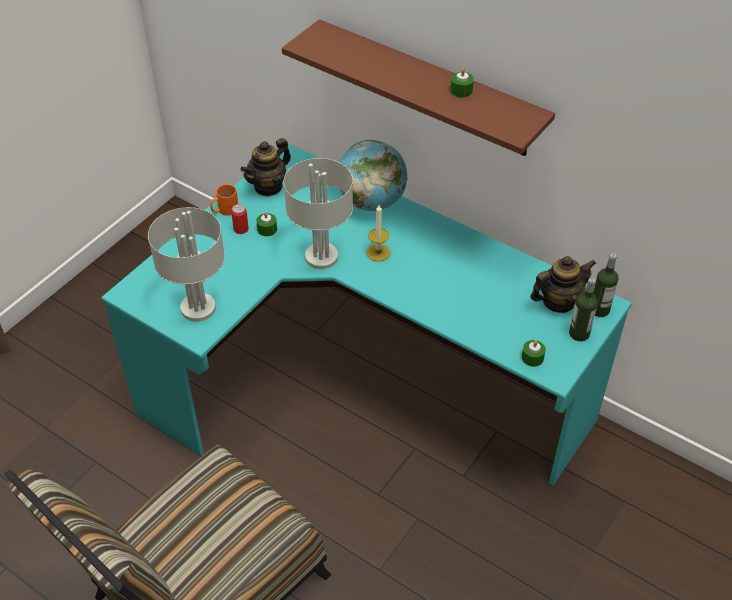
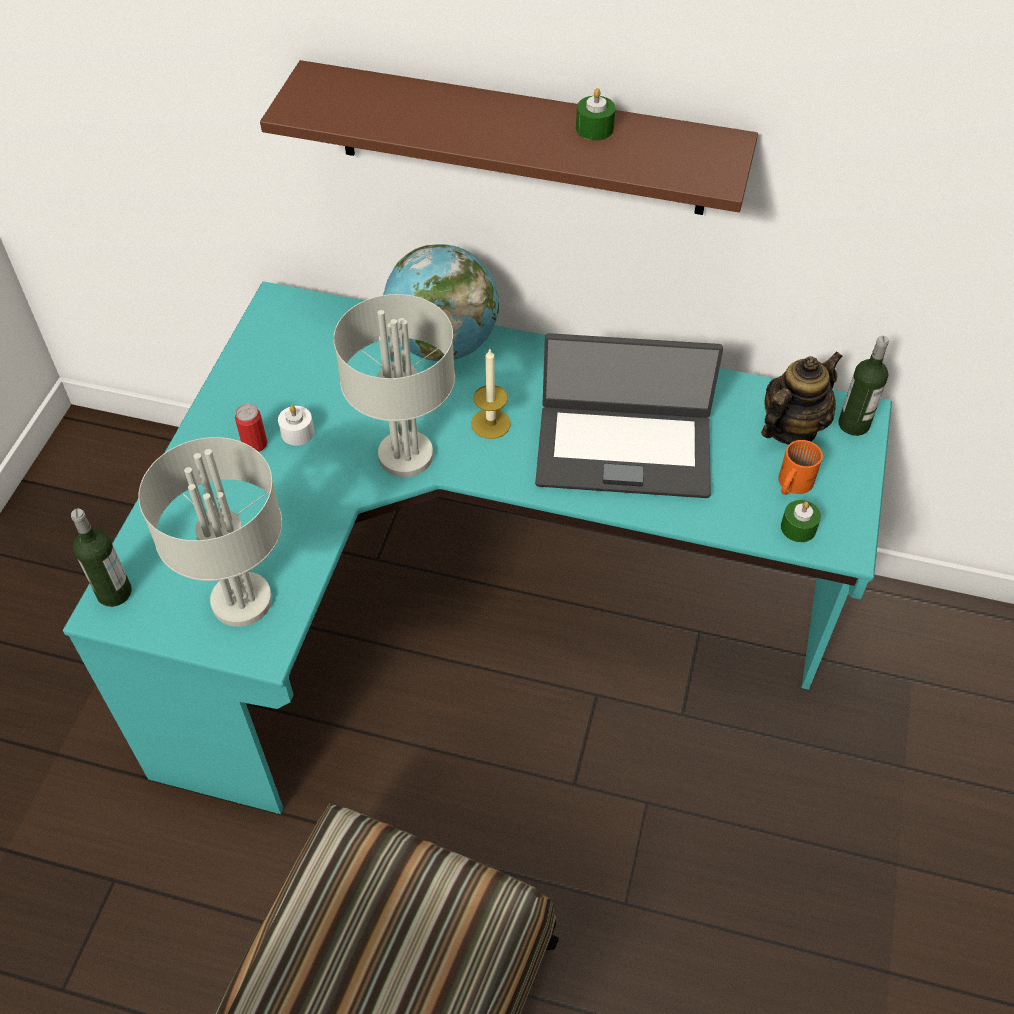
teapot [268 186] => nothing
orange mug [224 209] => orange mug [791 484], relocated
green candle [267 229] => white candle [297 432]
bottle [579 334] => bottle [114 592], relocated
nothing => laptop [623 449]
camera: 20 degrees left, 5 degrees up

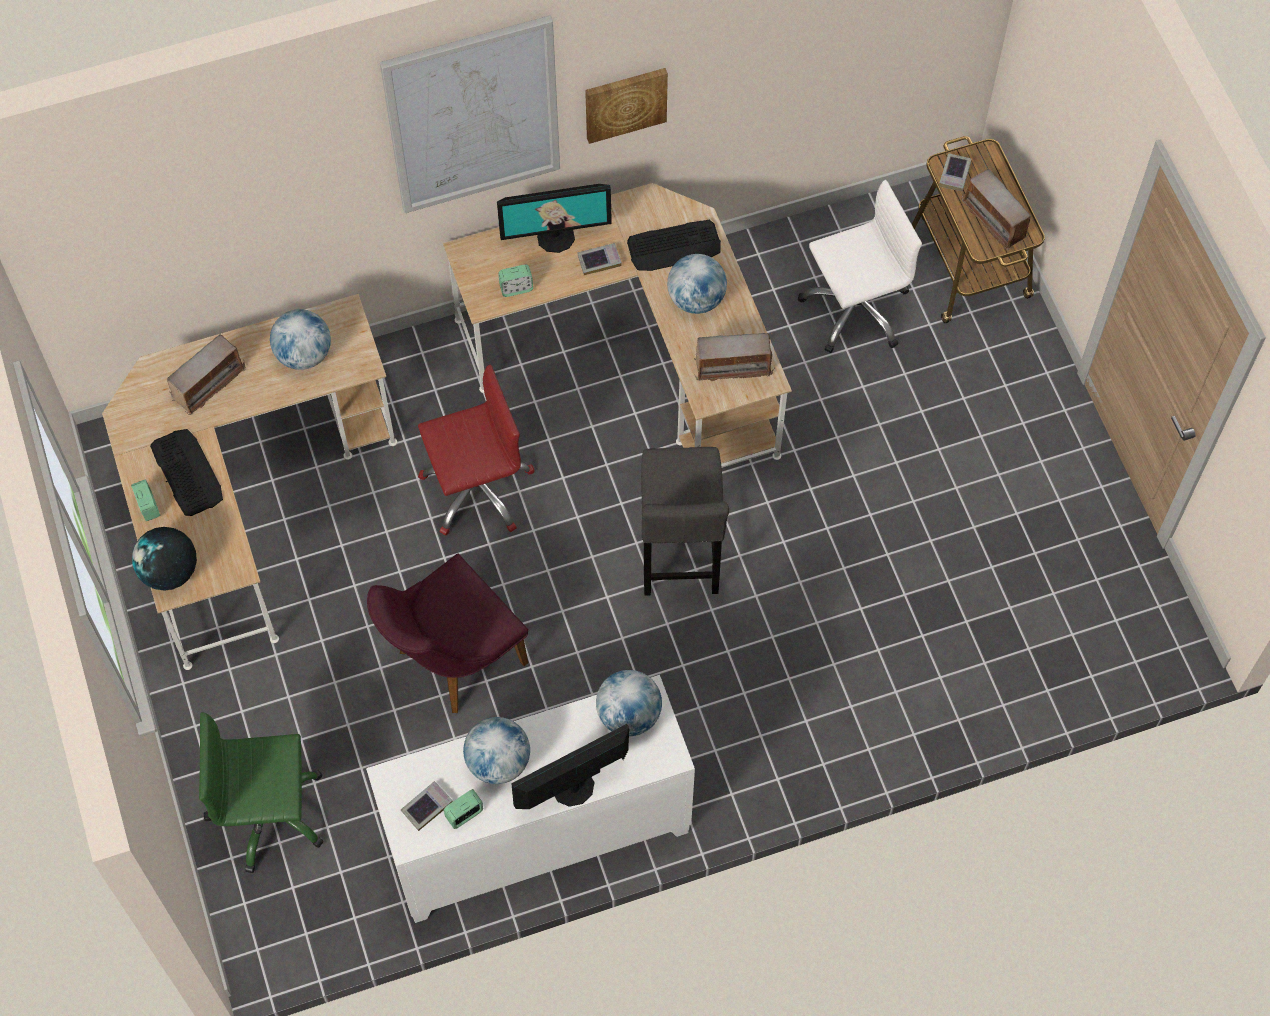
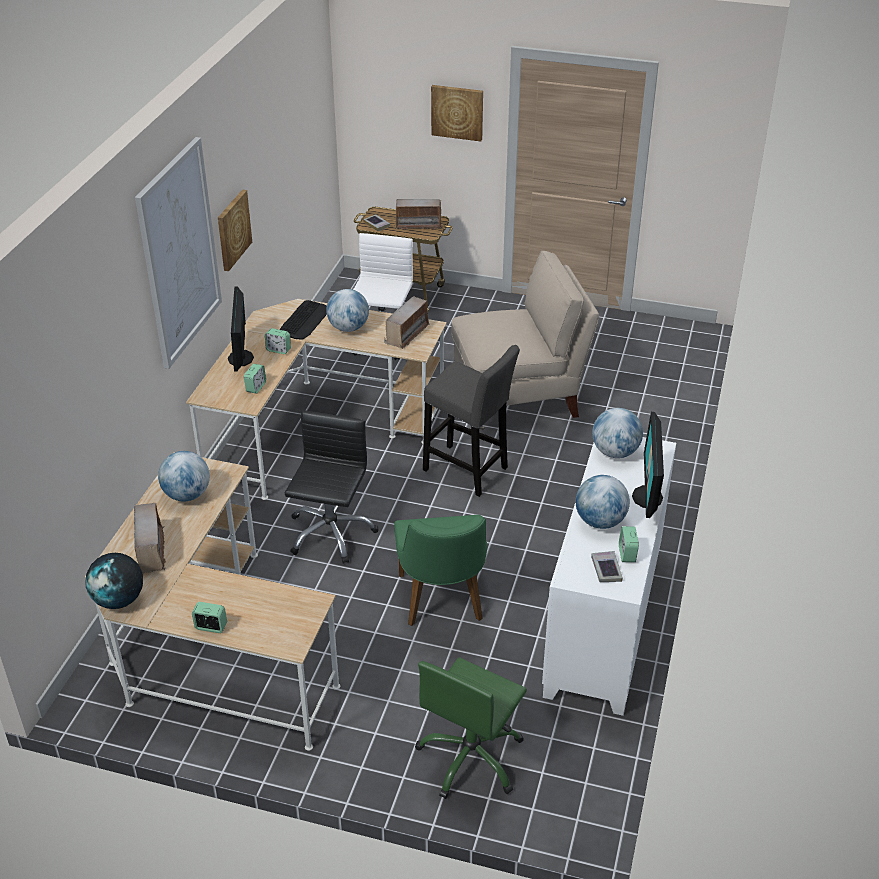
monitor [556 237] => monitor [241 358], 150 degrees clockwise
book [599 261] => alarm clock [278 350]
red office chair [477 488] => black office chair [330 533]
keyboard [187 472] => nothing
globe [170 572] => globe [119 600], relocated
purple chair [451 662] => green chair [442 603]
nothing => picture [457 112]
nothing => beige chair [518 398]
camera: 55 degrees left, 25 degrees down

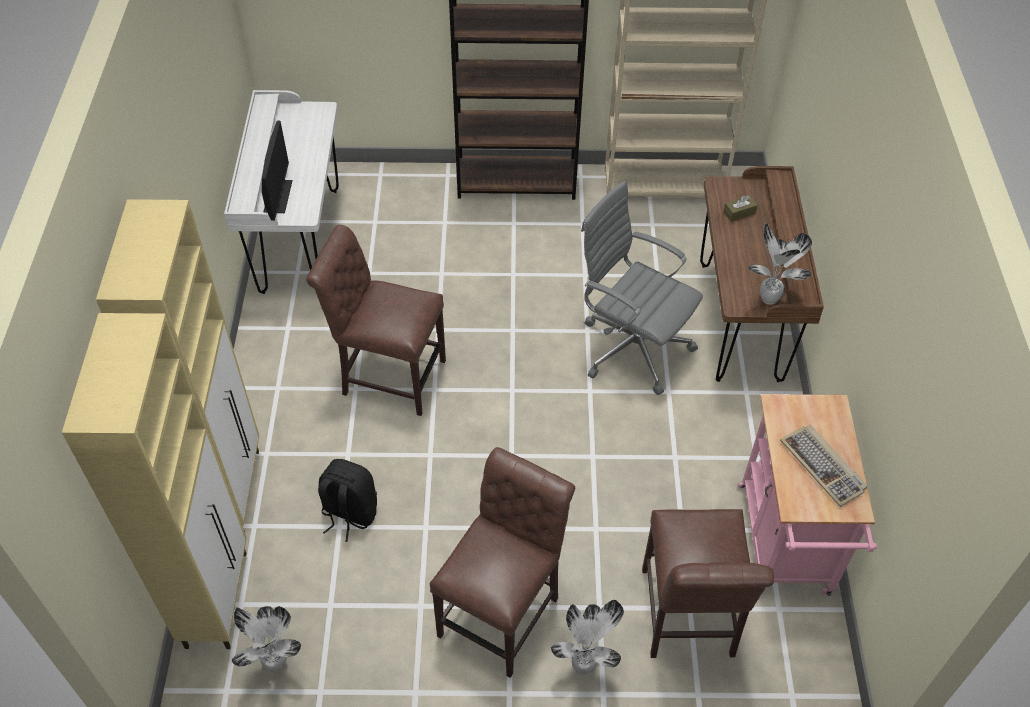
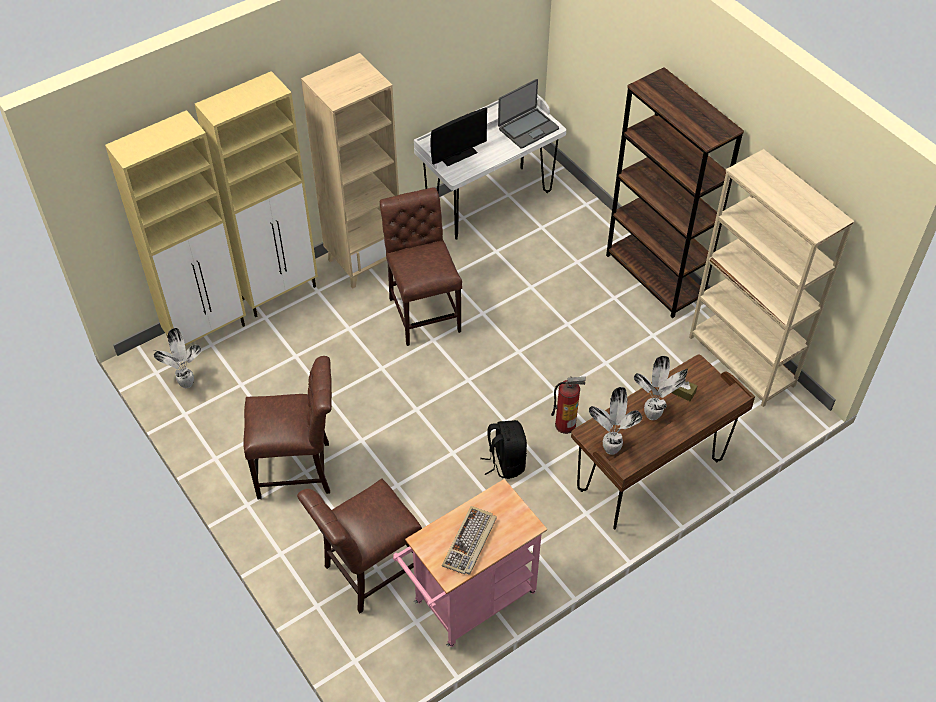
grey office chair [632 346] => fire extinguisher [565 424]
black backpack [349 513] => black backpack [505 462], relocated
potted plant [585 665] => potted plant [654 415], relocated
nothing => beige bookcase [364 261]
nothing => laptop [528 128]
camera: 55 degrees right, 0 degrees up

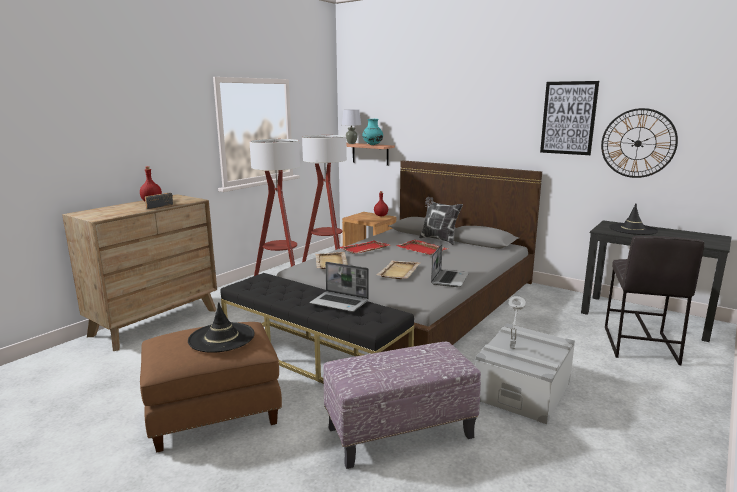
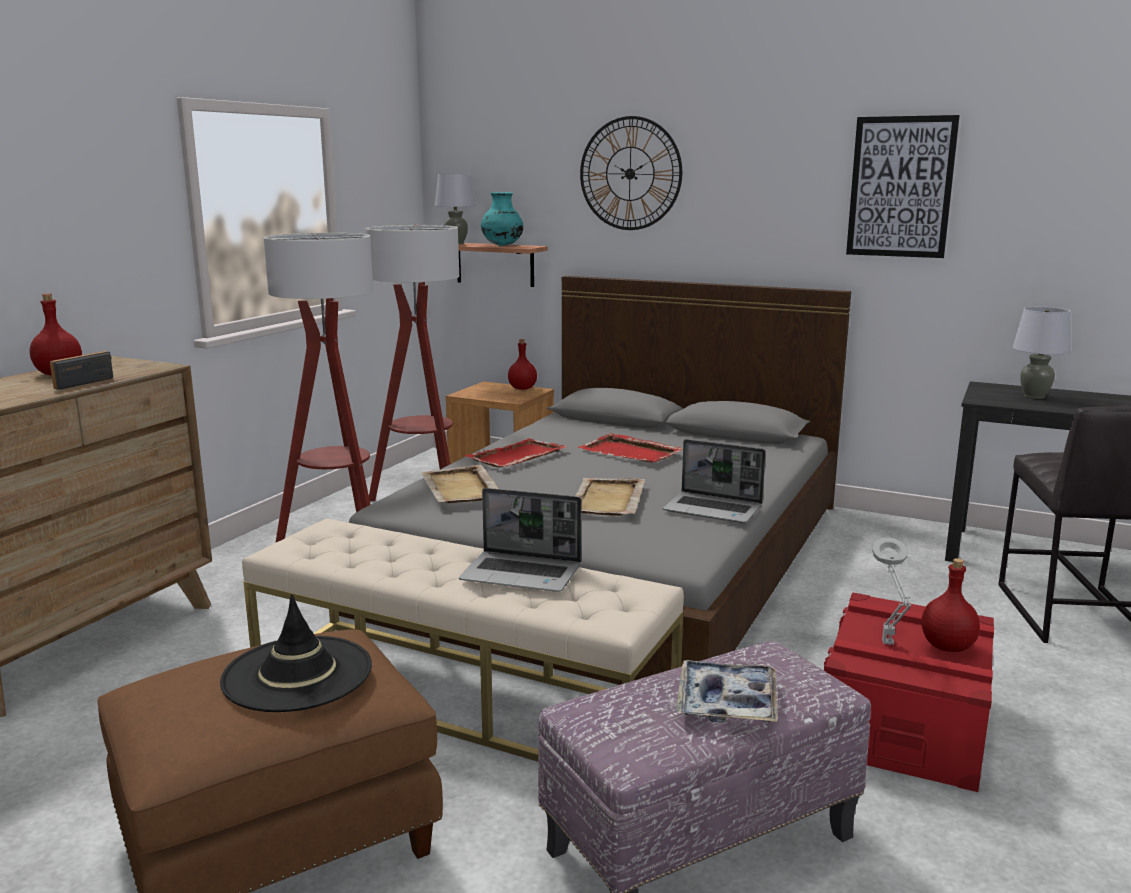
wall clock [638 143] => wall clock [630 174], relocated
pillow [438 239] => nothing
black hat [632 229] => grey table lamp [1034 396]
laptop [449 279] => laptop [714 509], 105 degrees clockwise
black bench [313 358] => beige bench [460 694]
grey storage box [523 390] => red storage box [904 724]
nothing => red bottle [947 647]
nothing => tray [726 702]
camera: 10 degrees left, 0 degrees up

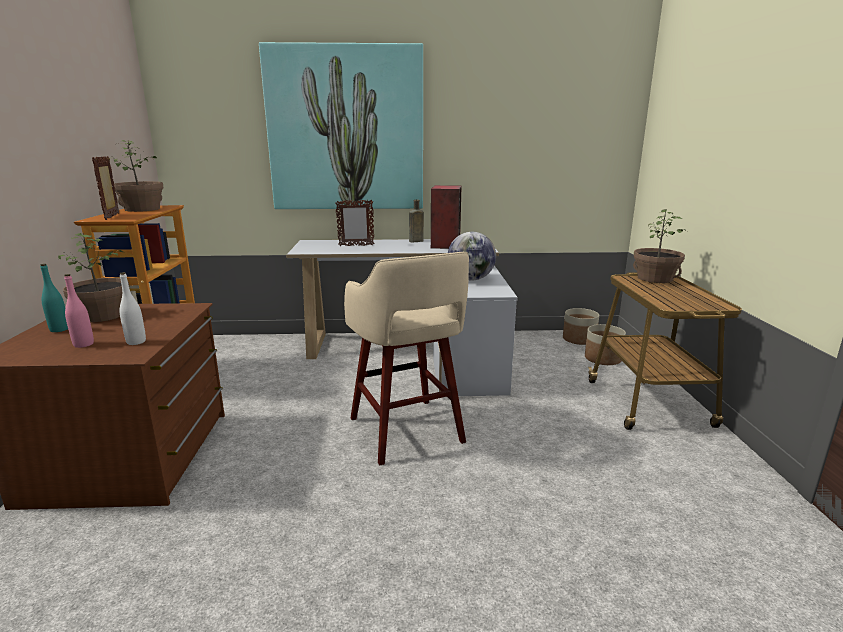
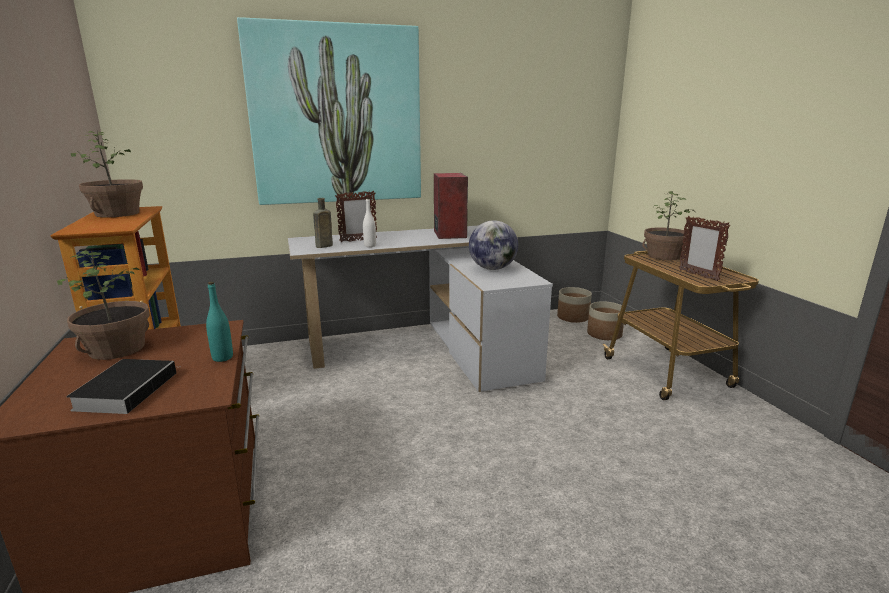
picture frame [113 216] => picture frame [698 275], relocated
brown bottle [415 241] => brown bottle [323 246], relocated
beige stool [407 432] => nothing
turquoise bottle [59 329] => turquoise bottle [222 357], relocated
white bottle [136 342] => white bottle [370 246], relocated
pink bottle [83 344] => book [127 389]
camera: 15 degrees left, 0 degrees up

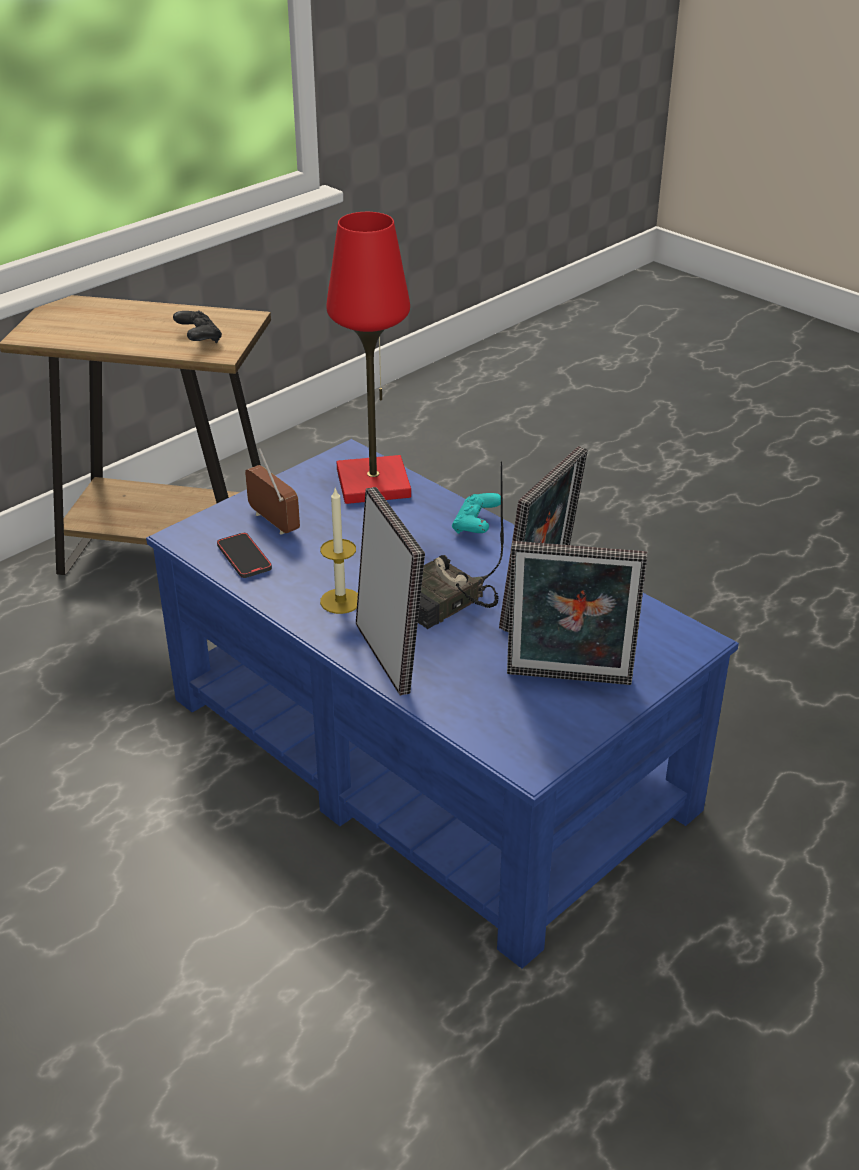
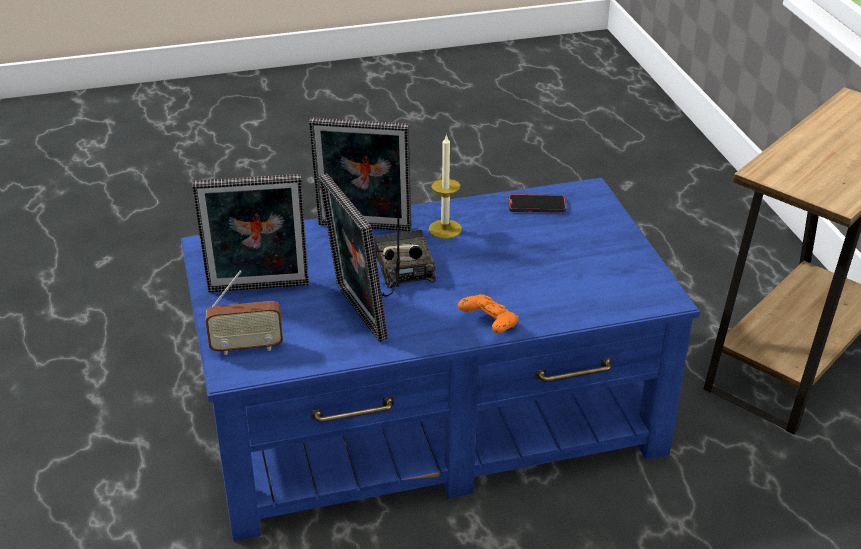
red table lamp [373 483] => nothing
black game controller [199 338] => nothing
radio [273 522] => radio [247 347], relocated
turquoise game controller [476 526] => orange game controller [489 324]
picture frame [568 681] => picture frame [258 290], 135 degrees counterclockwise
camera: 120 degrees right, 0 degrees up

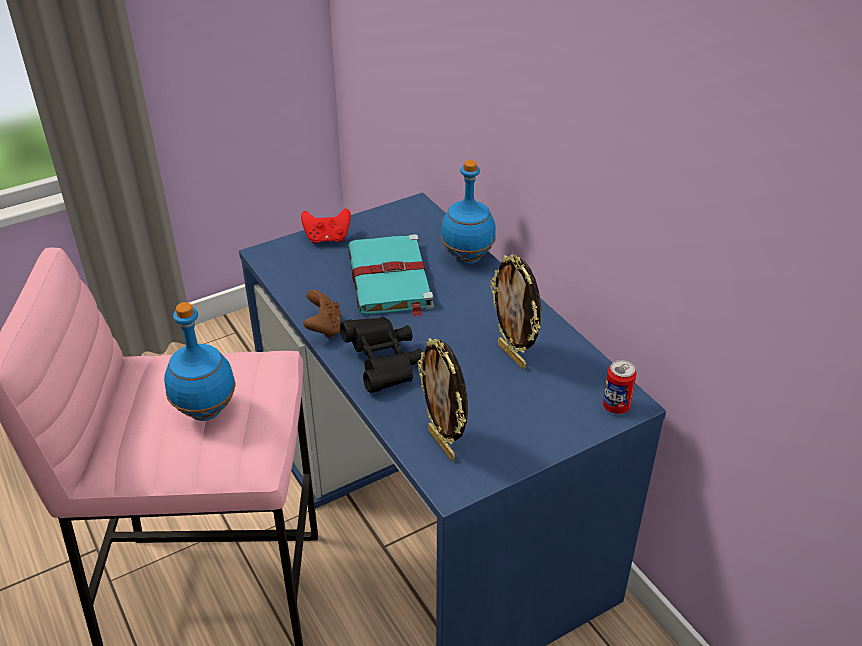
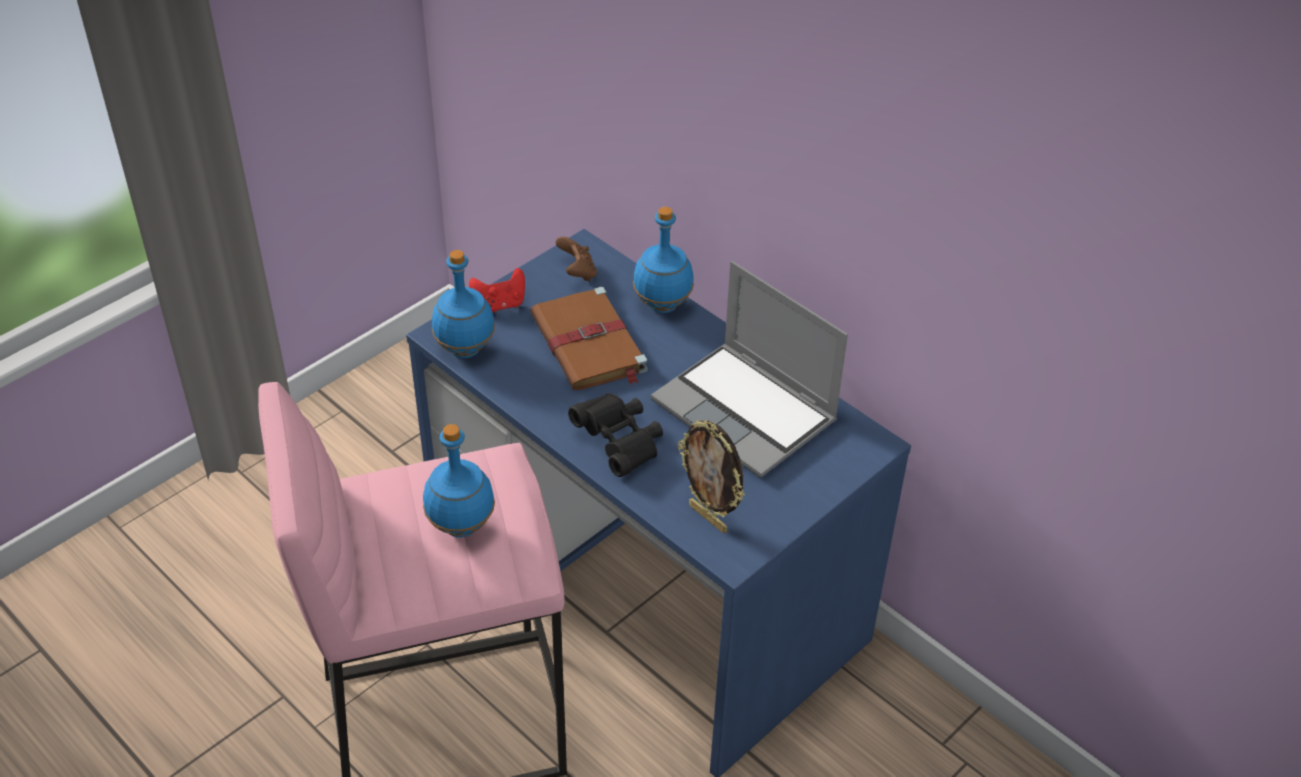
turquoise book [390 280] => brown book [589 344]
picture frame [513 356] => laptop [747 412]
brown game controller [324 328] => brown game controller [577 273], relocated
can [616 406] => nothing
nothing => blue bottle [466 349]
camera: 15 degrees left, 5 degrees up

